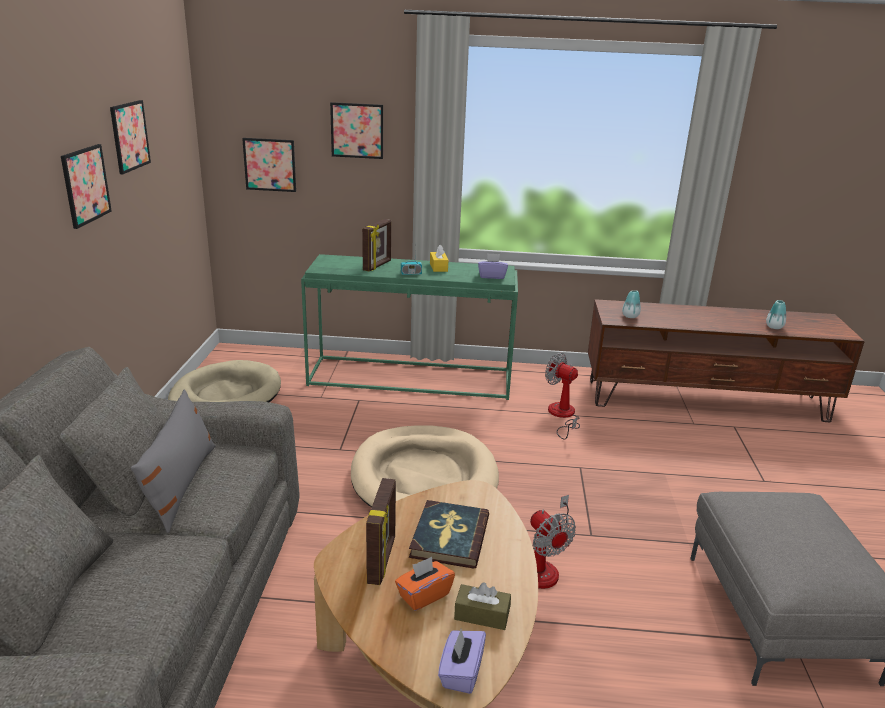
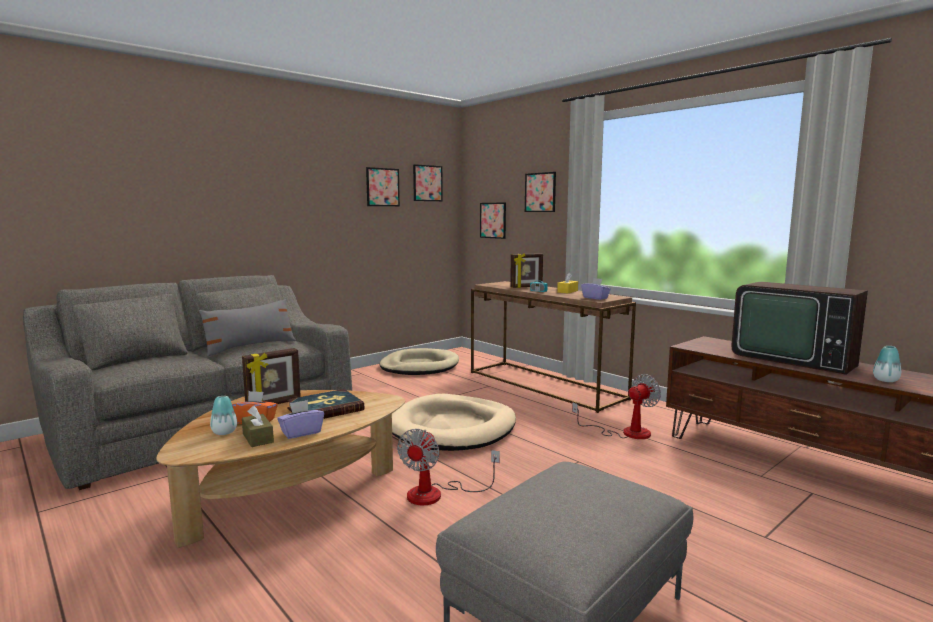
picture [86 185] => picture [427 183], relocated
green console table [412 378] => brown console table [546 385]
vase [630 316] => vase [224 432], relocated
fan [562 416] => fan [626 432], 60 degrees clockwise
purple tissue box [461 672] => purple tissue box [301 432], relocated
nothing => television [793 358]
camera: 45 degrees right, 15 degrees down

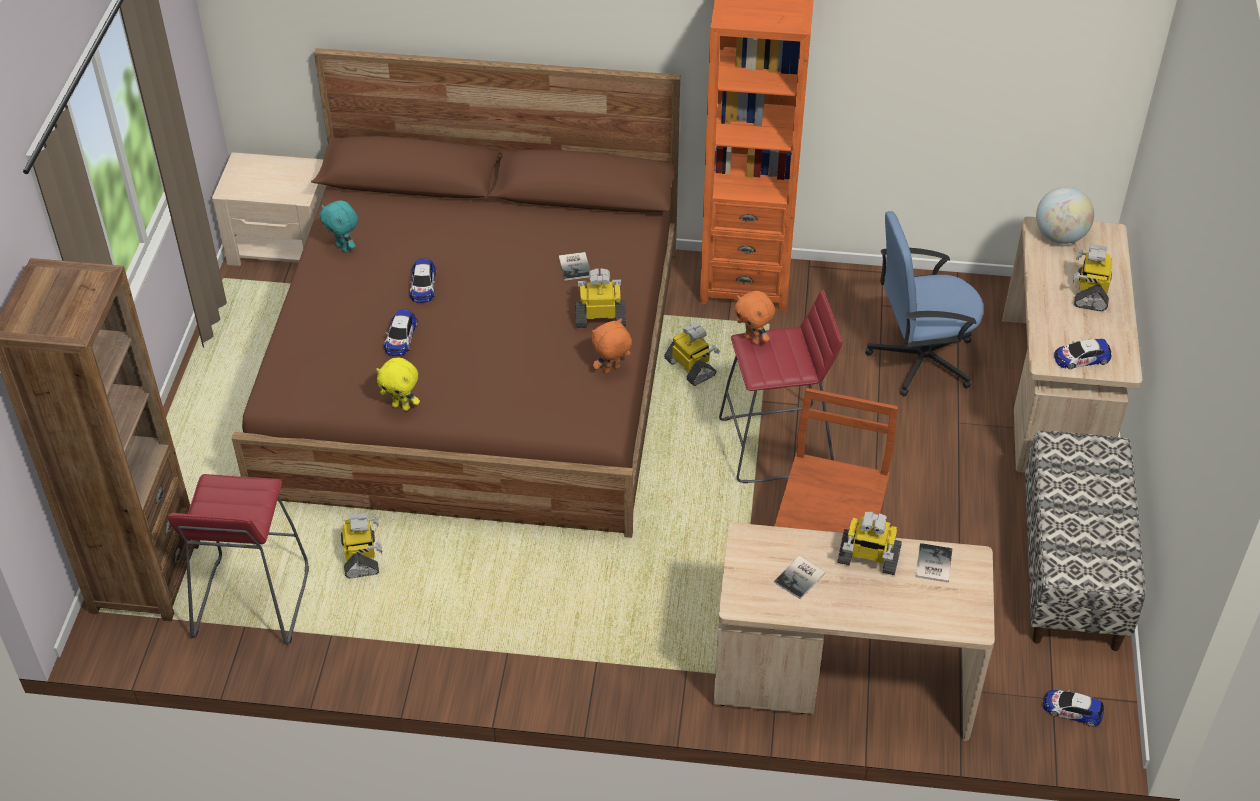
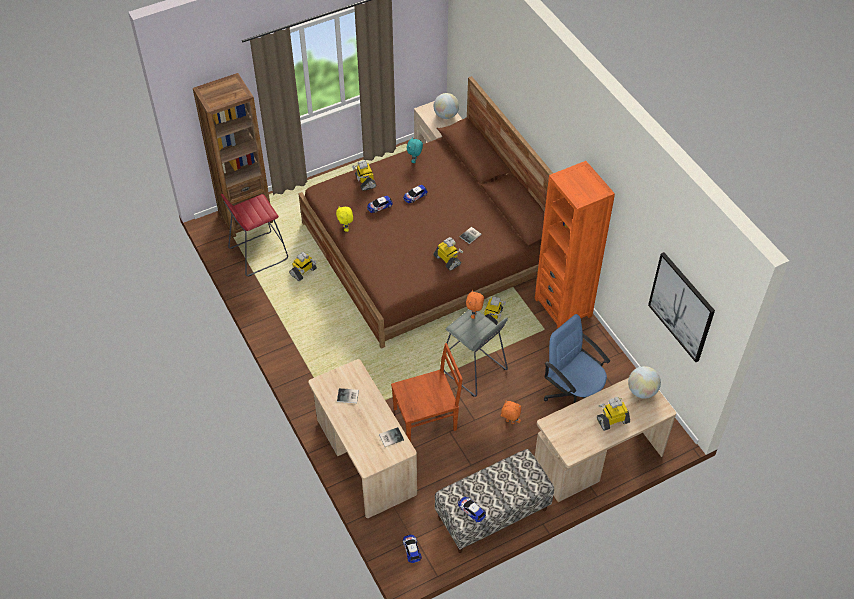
red stool [777 446] => grey stool [473 370]
orange plush toy [611 369] => orange plush toy [509 422], relocated
toy car [1081 358] => toy car [471 510], relocated
toy robot [868 558] => toy robot [365 181], relocated
nothing => globe [446 115]
nothing => picture [681 306]
camera: 55 degrees right, 5 degrees up

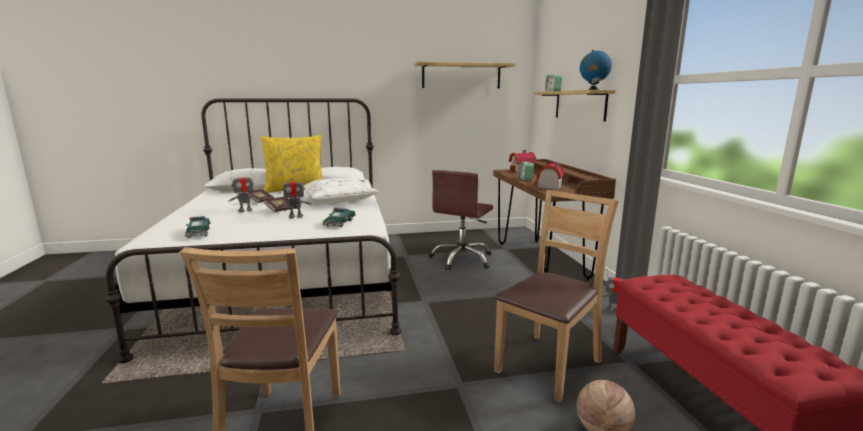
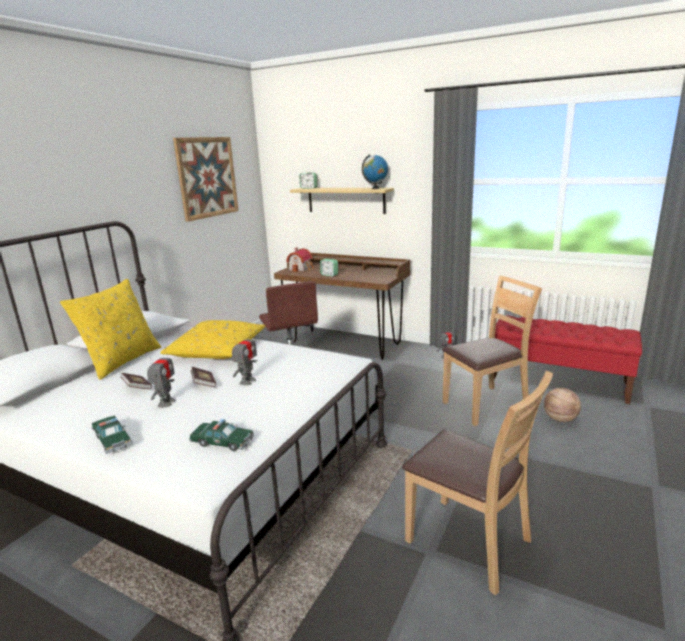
shelf [461 76] => picture [207 177]
toy house [547 186] => nothing
white pillow [338 199] => yellow pillow [217 350]
brown chair [548 365] => brown chair [485 405], 75 degrees clockwise
toy car [340 223] => toy car [112 440], relocated
camera: 50 degrees left, 5 degrees up

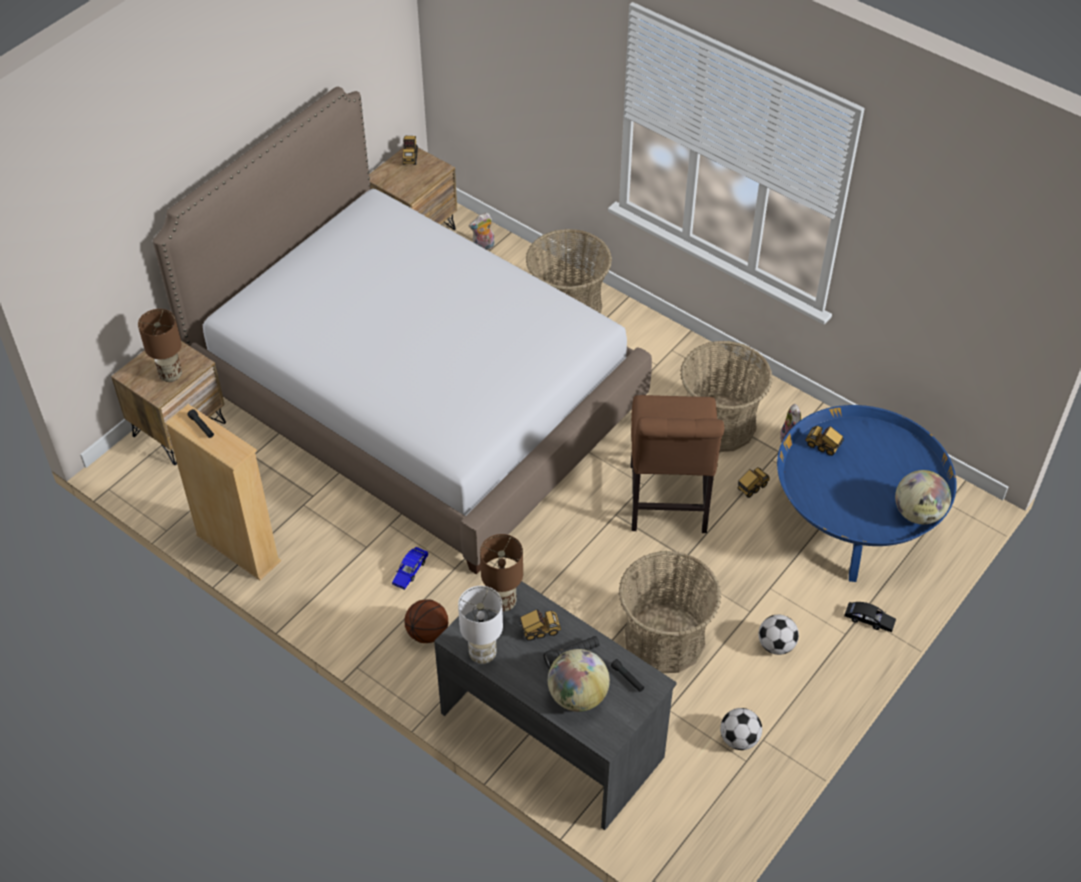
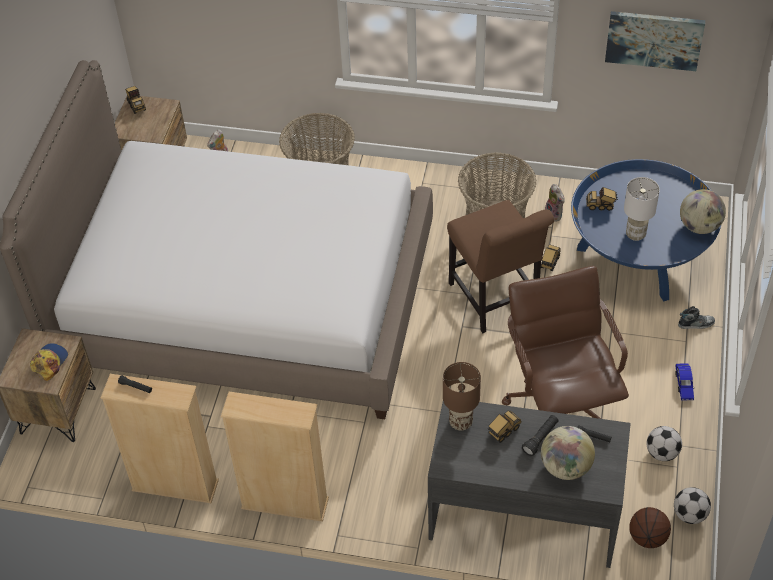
brown table lamp [170 375] => cap [49 362]
blue toy car [410 571] => blue toy car [684 384], relocated
basket [664 638] => brown office chair [560 403]
white table lamp [482 654] => white table lamp [636 235], relocated
basketball [427 632] => basketball [647 537], relocated
black toy car [869 620] => shoe [696 323]
football [776 645] => football [689 514], relocated
nothing => picture [654 39]
nothing => beige bookcase [285 503]
camera: 25 degrees left, 0 degrees up

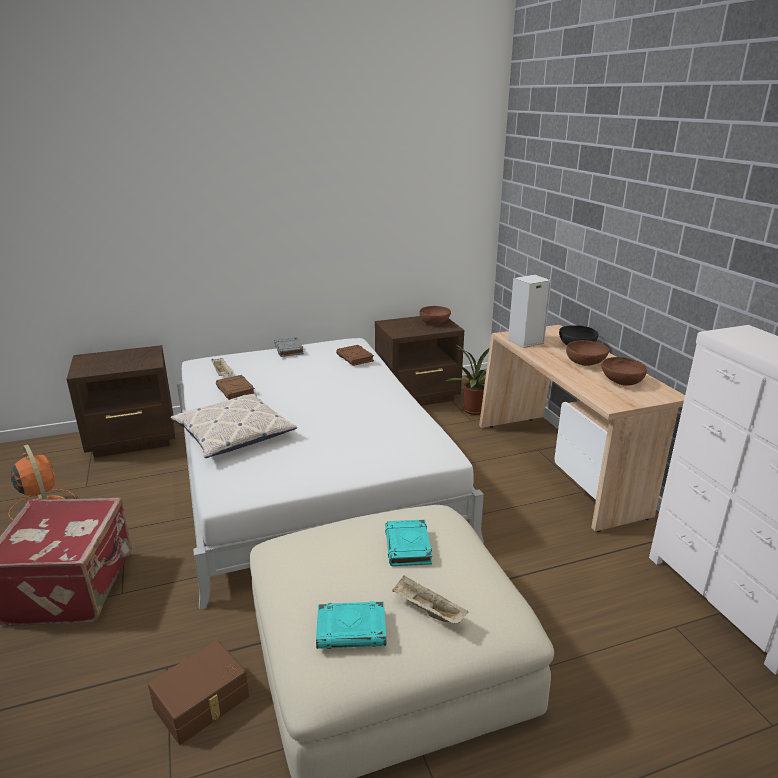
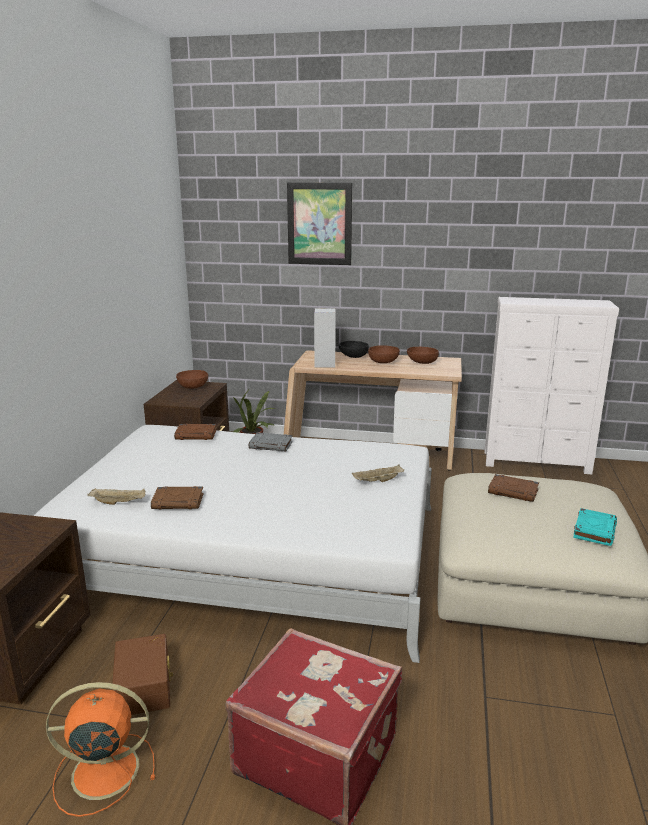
grey book [289 350] => grey book [271 445], relocated
pillow [234 434] => nothing
turquoise book [408 547] => brown book [513 491]
beige tray [427 610] => beige tray [377 481], relocated
brown storage box [203 703] => brown storage box [145 686], relocated
nothing => picture [319 224]
camera: 60 degrees left, 5 degrees down

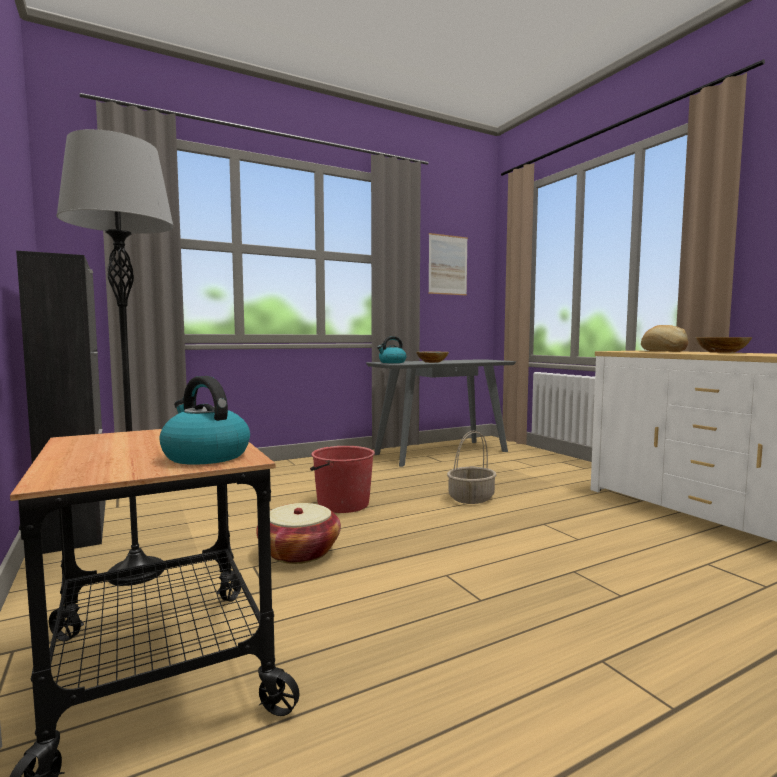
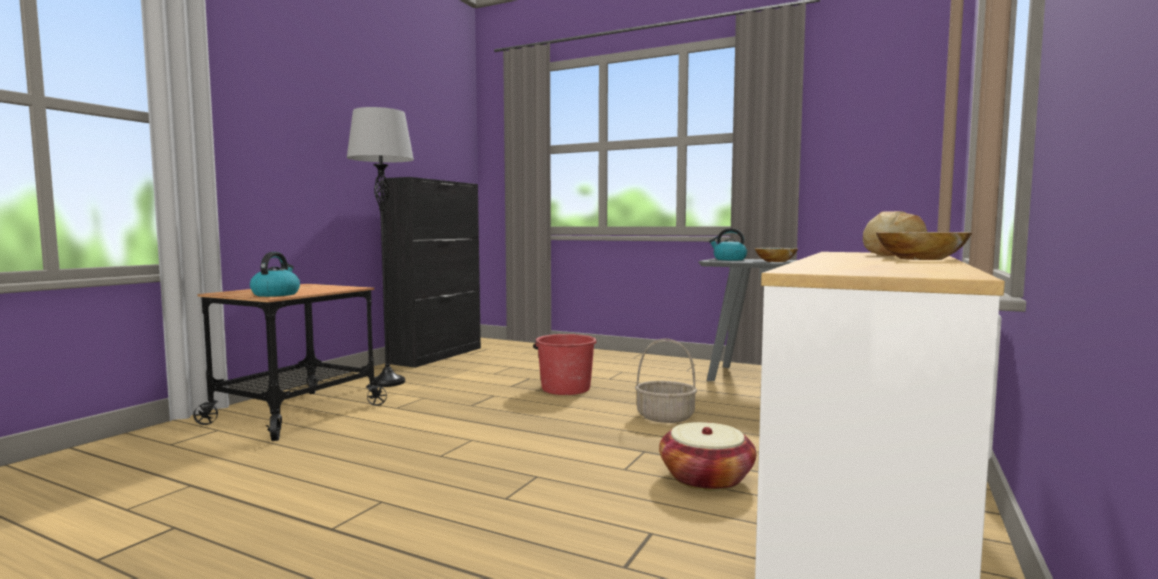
picture [448 265] => nothing
basket [299 552] => basket [706 478], relocated
camera: 55 degrees right, 0 degrees up

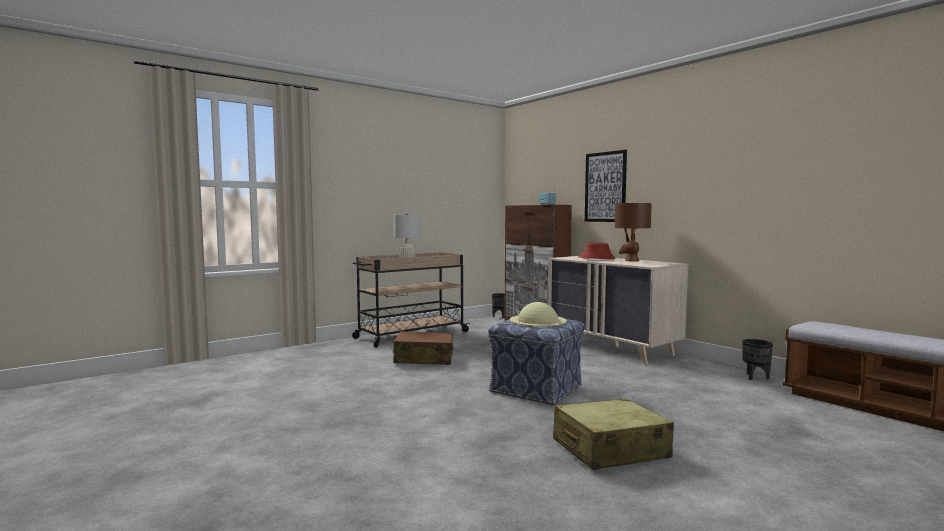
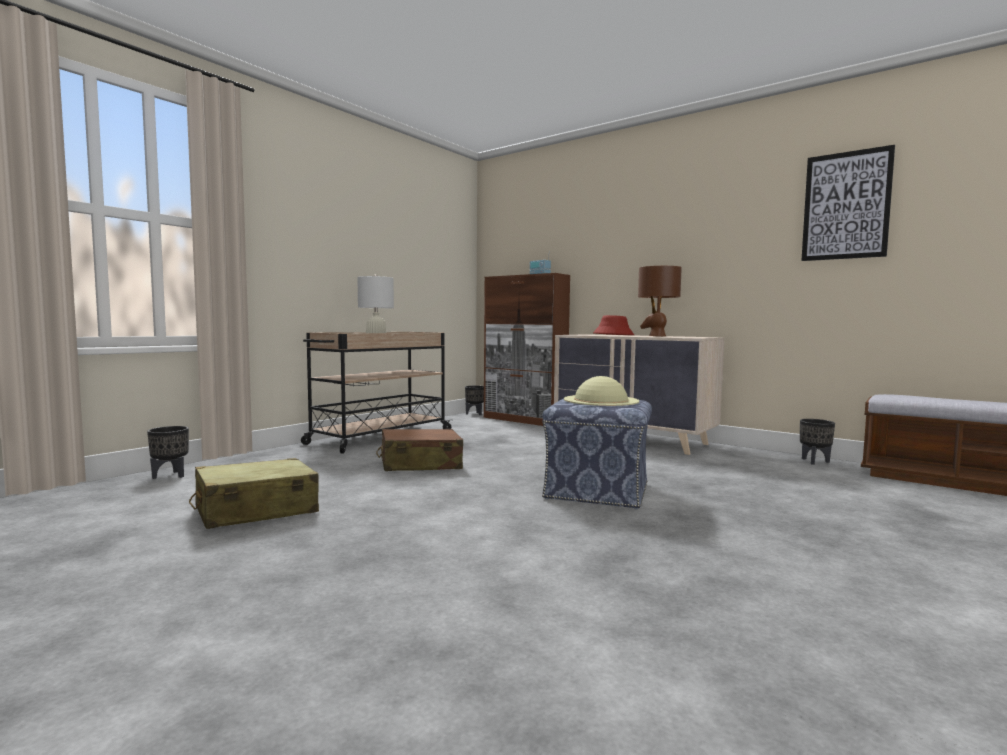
picture [605 187] => picture [846 206], relocated
beige suitcase [609 450] => beige suitcase [256 511], relocated
nothing => black planter [170 475]
camera: 15 degrees left, 0 degrees up

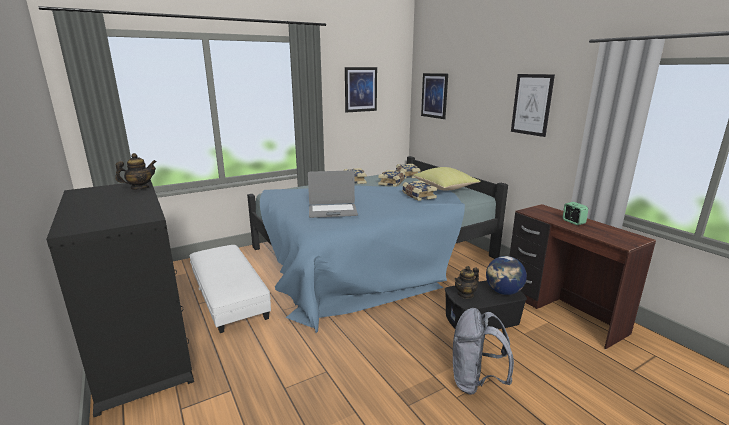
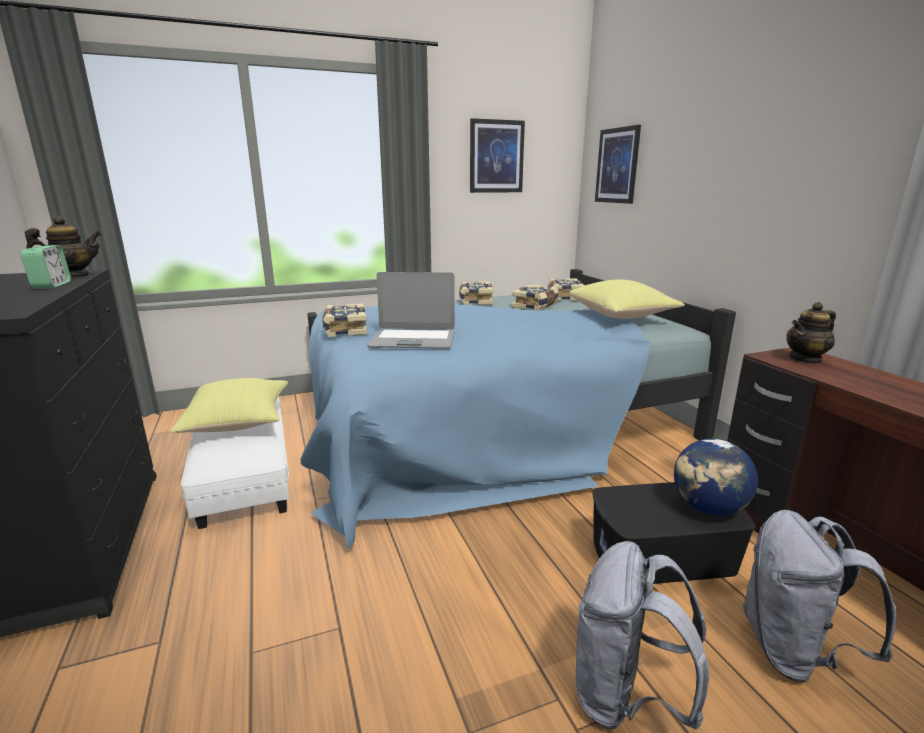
picture [531 104] => nothing
book [418 196] => book [344 330], relocated
alarm clock [573 222] => alarm clock [51 285], relocated
teapot [465 294] => teapot [805 359], relocated
nothing => yellow pillow [239 424]
nothing => grey backpack [793 651]
camera: 10 degrees right, 0 degrees up

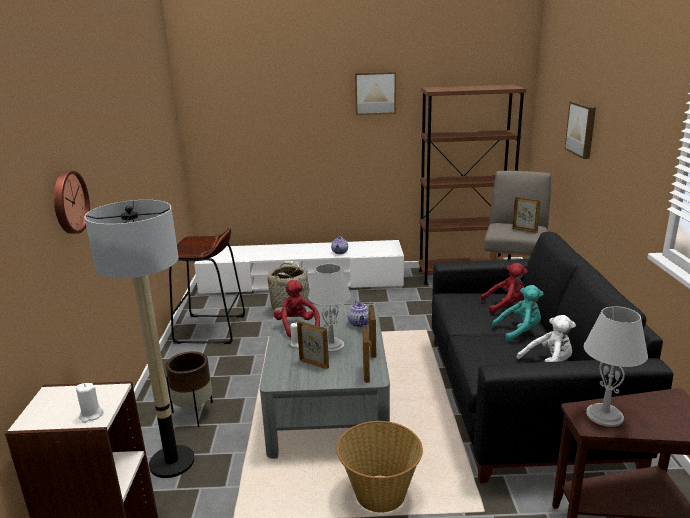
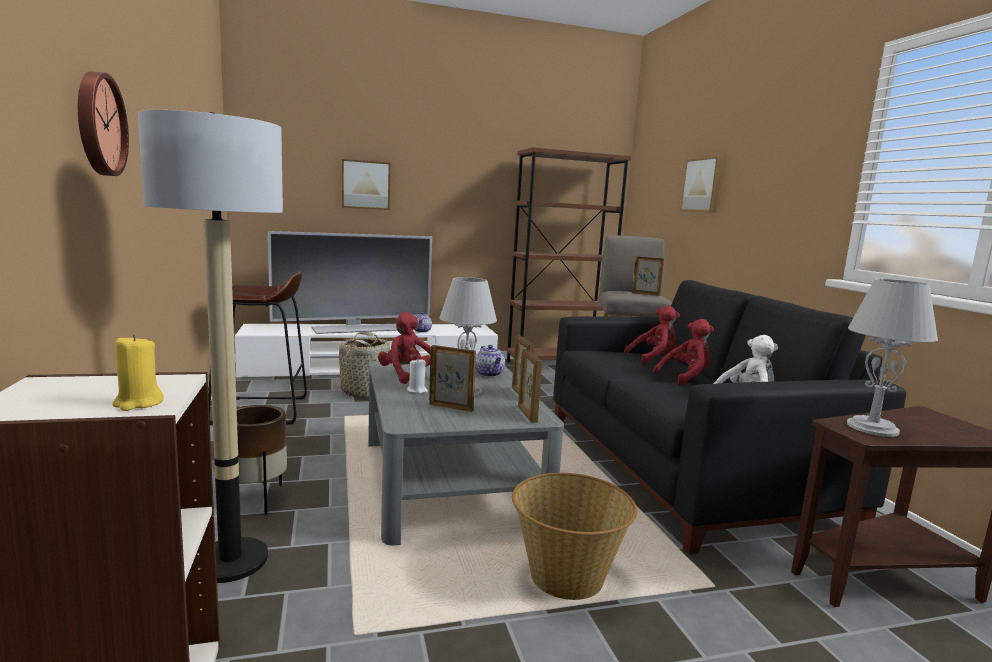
picture [375 93] => picture [365 185], relocated
turquoise plush toy [519 331] => red plush toy [686 378]
white candle [91 415] => yellow candle [138 403]
nothing => television [358 328]
camera: 15 degrees left, 10 degrees down

